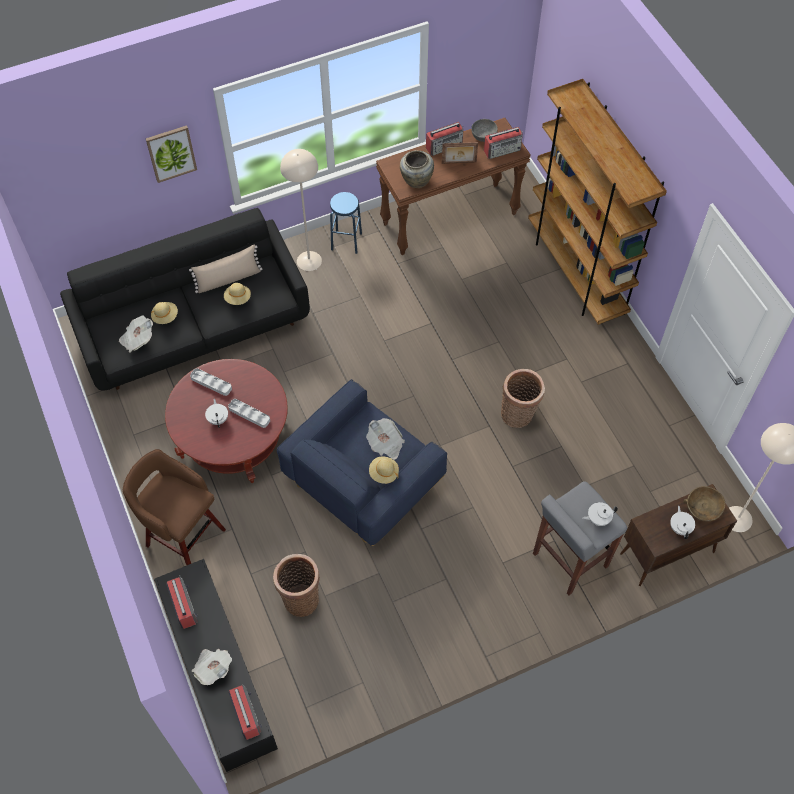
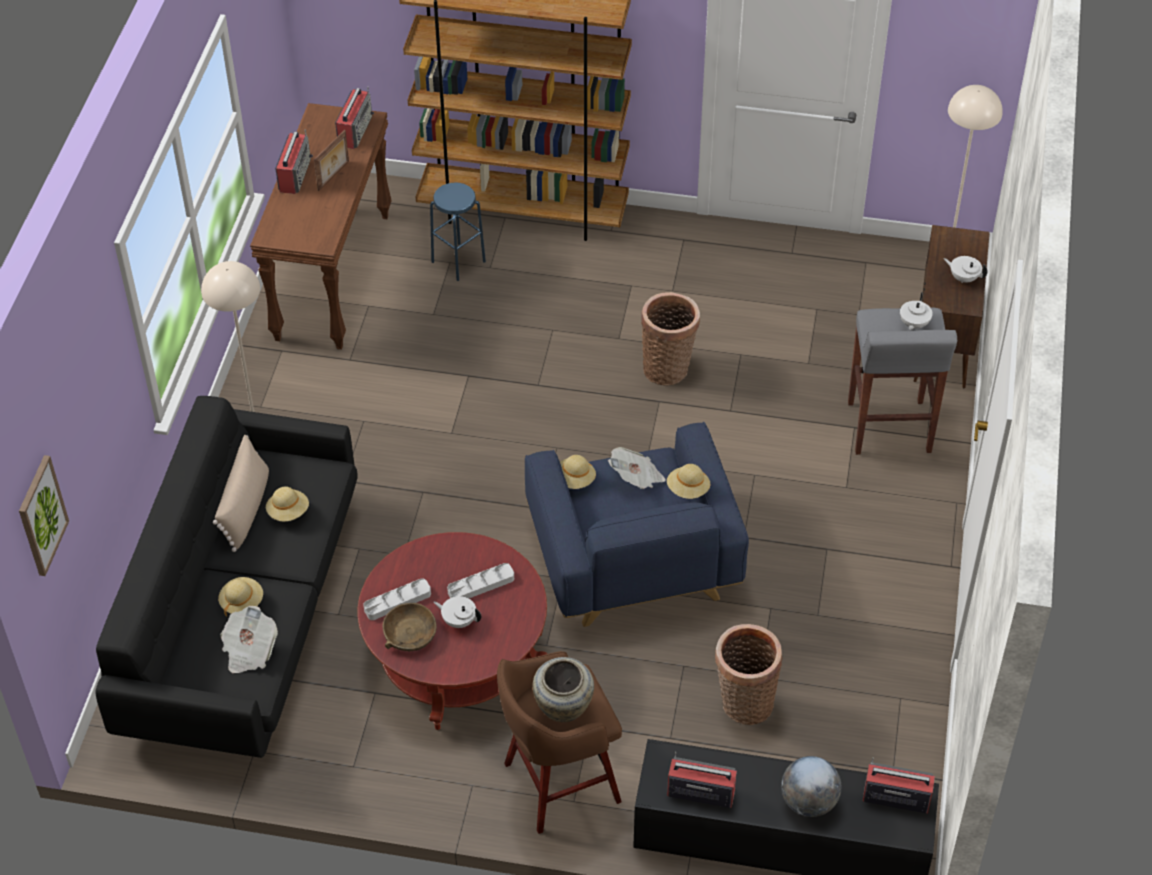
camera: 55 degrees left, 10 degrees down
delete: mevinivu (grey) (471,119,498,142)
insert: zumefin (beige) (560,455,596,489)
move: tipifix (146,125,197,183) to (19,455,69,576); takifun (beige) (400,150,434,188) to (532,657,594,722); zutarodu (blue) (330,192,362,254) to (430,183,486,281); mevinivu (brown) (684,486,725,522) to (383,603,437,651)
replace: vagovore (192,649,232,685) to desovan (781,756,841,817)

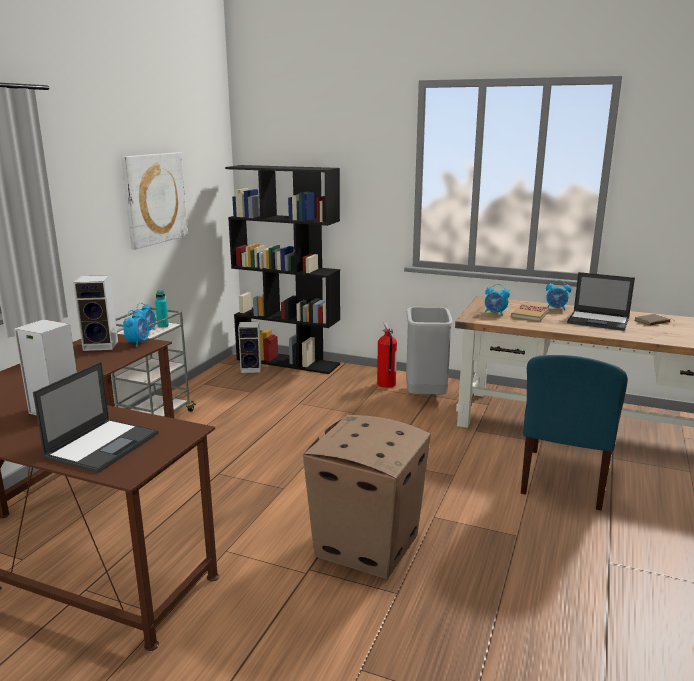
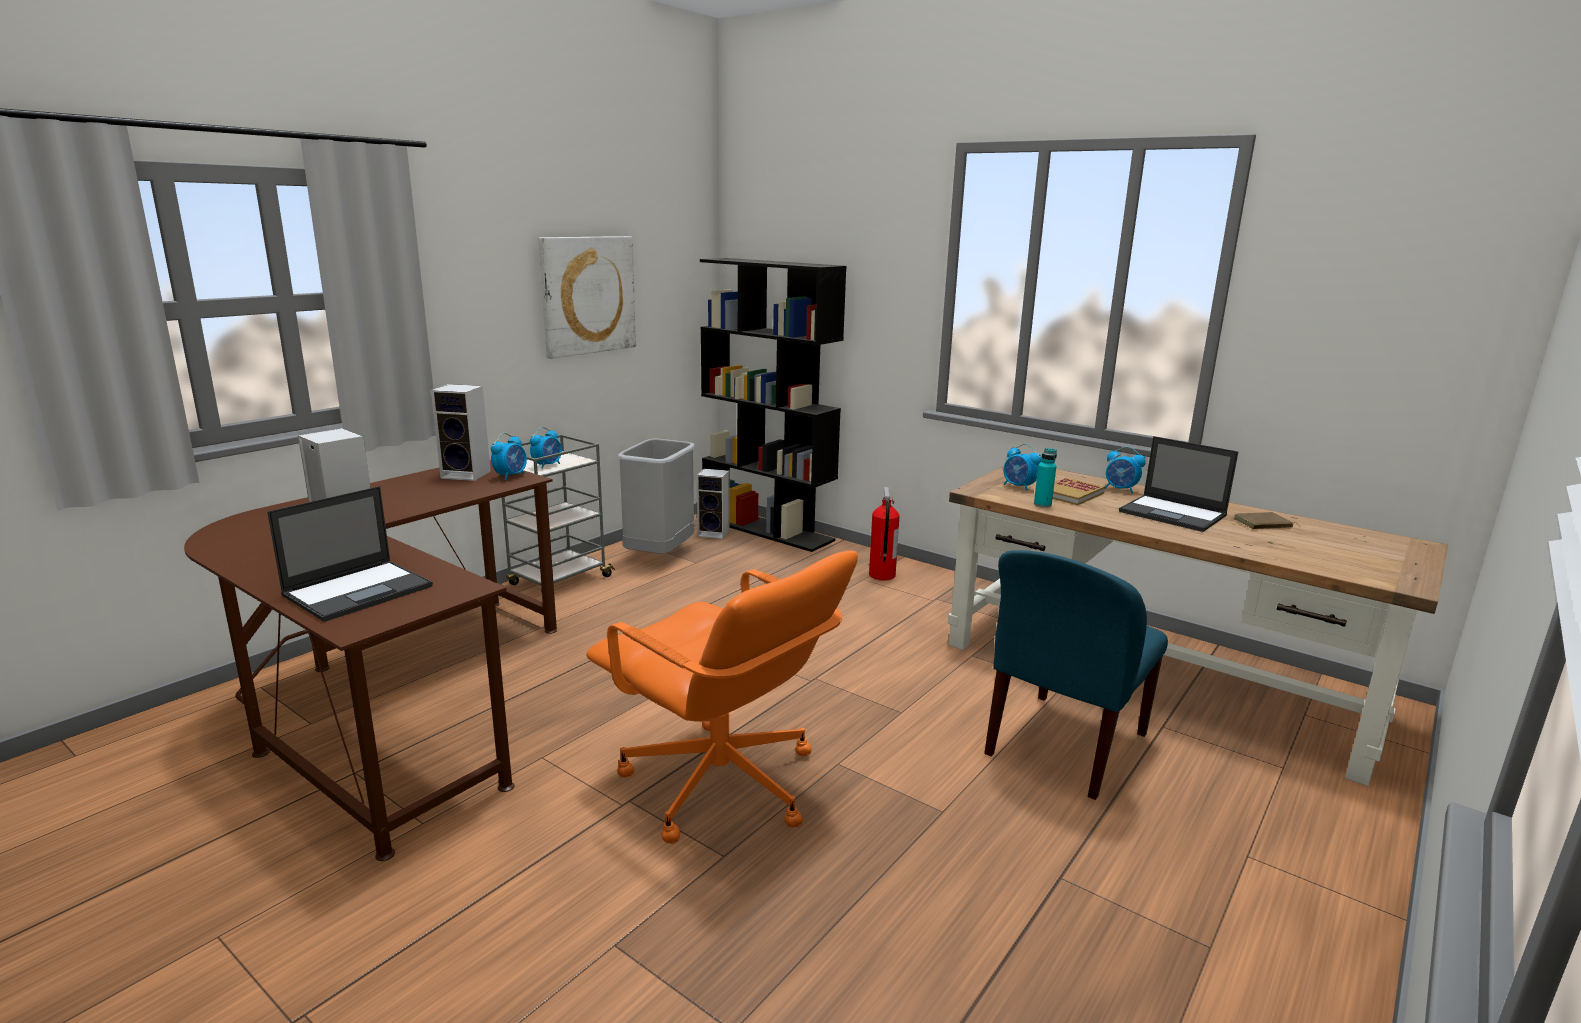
camera: 15 degrees right, 0 degrees up
move: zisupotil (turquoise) (155,290,169,328) to (1034,448,1057,508); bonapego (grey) (406,307,453,394) to (617,439,695,554)
replace: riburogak (303,415,431,579) to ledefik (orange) (586,550,858,844)

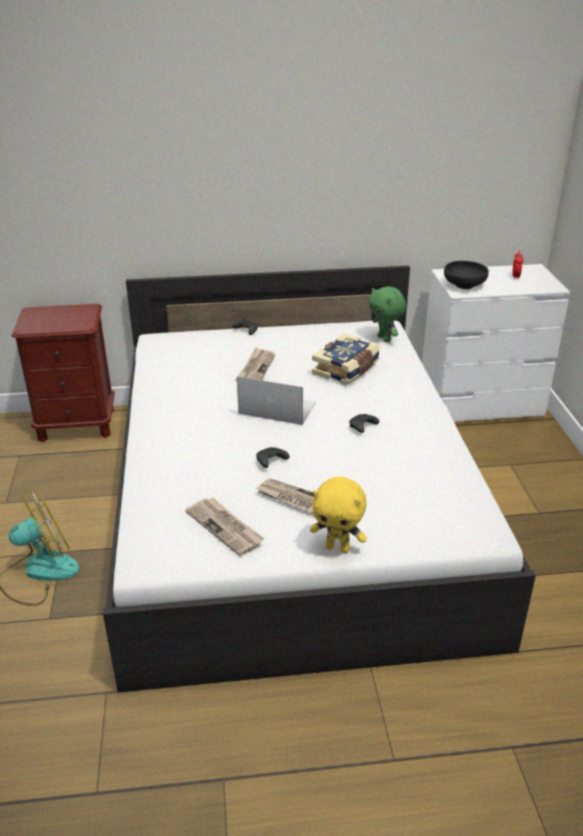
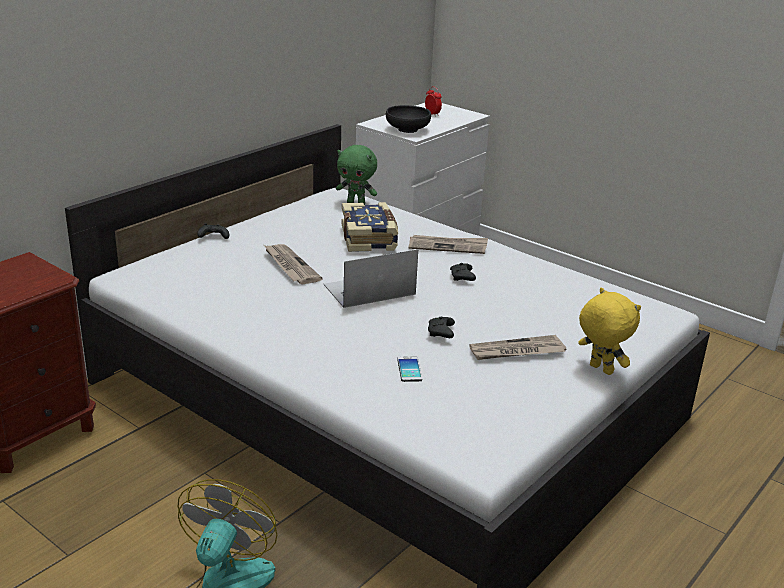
camera: 45 degrees left, 5 degrees down
insert: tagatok (397,357,422,382)
move: vagovore (185,498,265,556) to (409,235,488,254)
rotate: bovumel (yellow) (310,477,367,553) = (578,288,641,375) 105 degrees counterclockwise

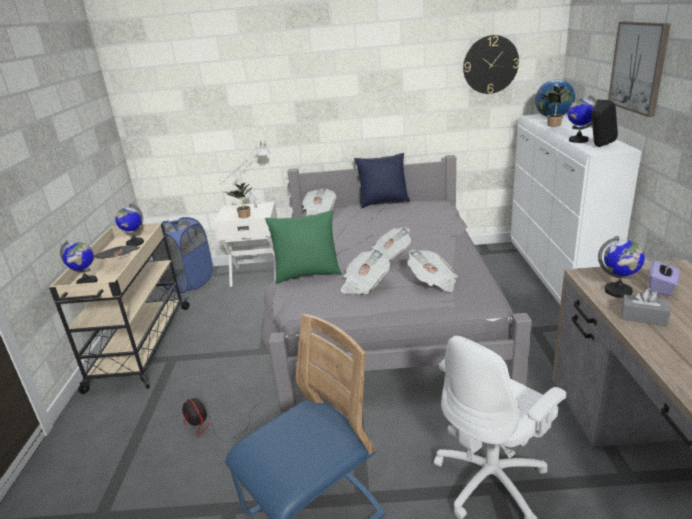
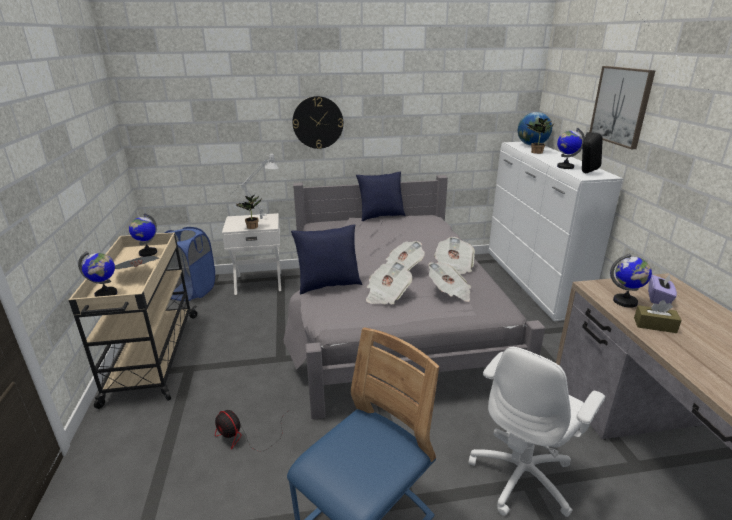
camera: 10 degrees left, 0 degrees up
move: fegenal (463,35,519,94) to (292,96,343,149); vagovore (302,188,336,216) to (434,237,475,274)
recolor: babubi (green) (265,210,342,284) to babubi (blue) (291,224,362,294); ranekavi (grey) (621,288,671,326) to ranekavi (brown) (634,300,682,333)

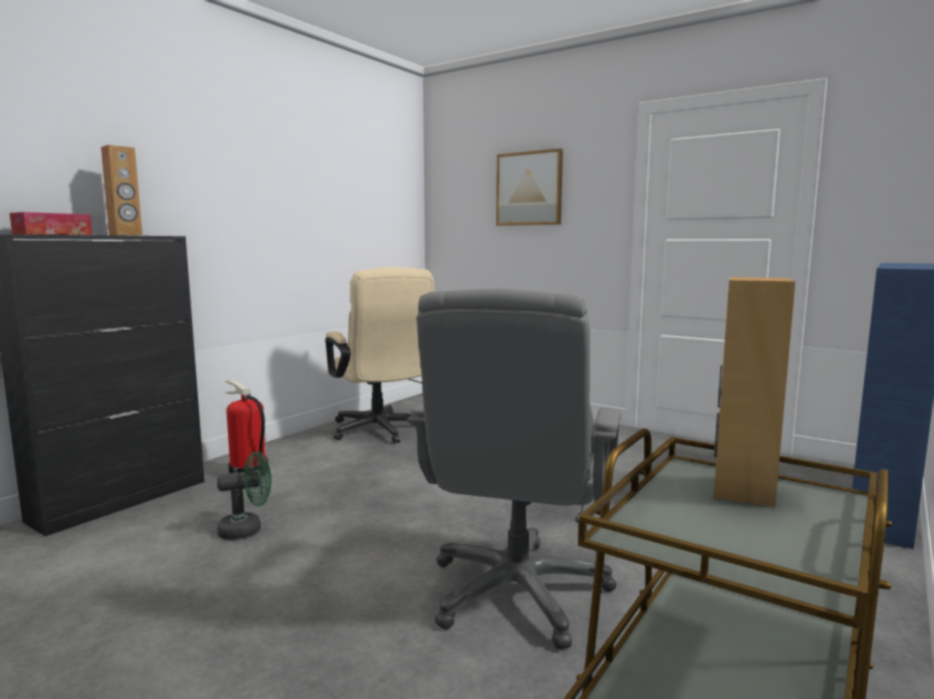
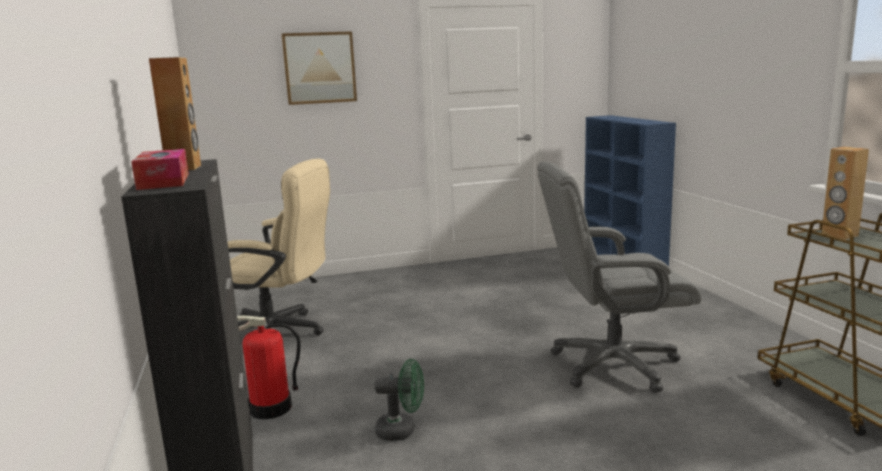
camera: 50 degrees left, 5 degrees up
rotate: ledefik (grey) (407,289,621,650) = (537,161,702,393) 120 degrees clockwise; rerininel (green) (217,451,271,540) = (374,359,424,441) 75 degrees clockwise

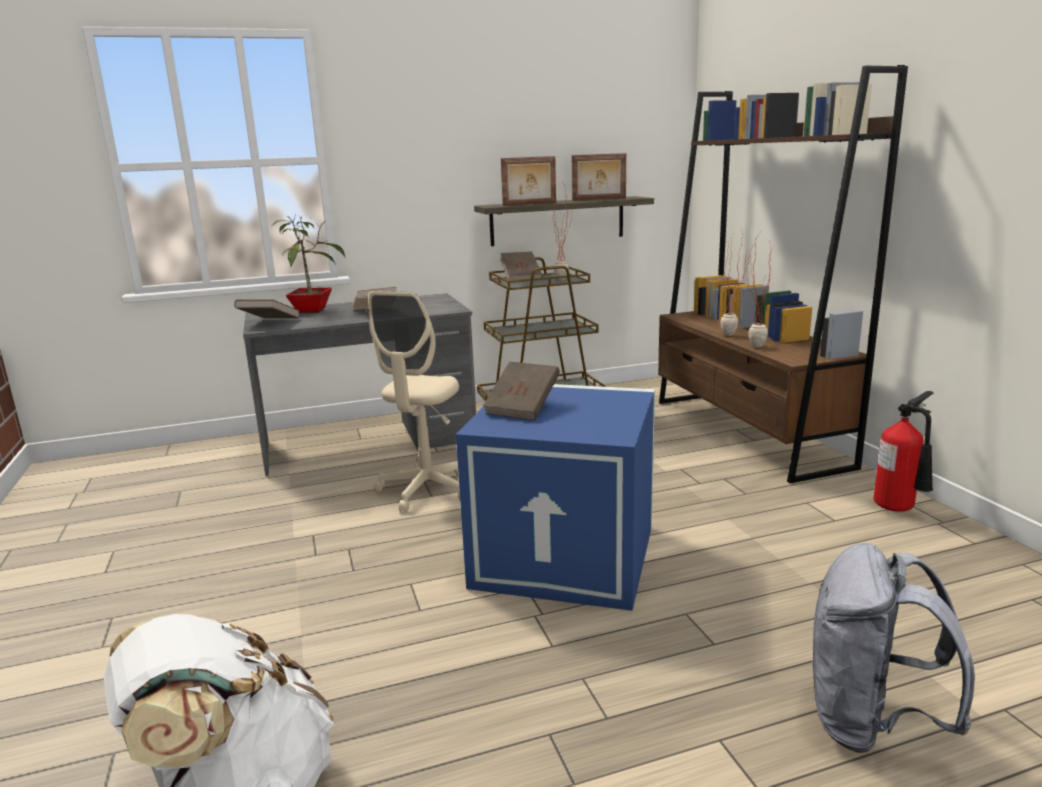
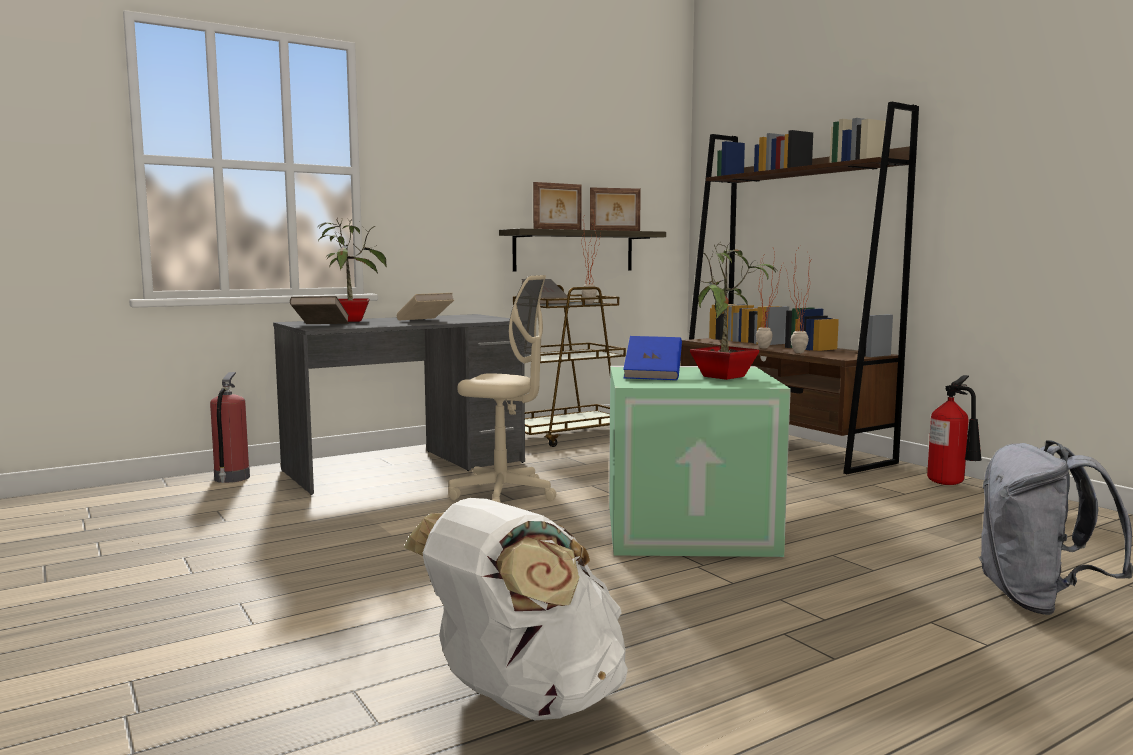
camera: 15 degrees left, 10 degrees down
insert: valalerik (690,243,776,380); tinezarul (210,372,250,483)
recolor: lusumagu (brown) (483,362,560,420) to lusumagu (blue) (623,336,682,380); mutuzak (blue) (456,384,655,611) to mutuzak (green) (609,366,791,557)
rotate: ledefik (beige) (368,291,460,512) = (449,275,556,503) 75 degrees counterclockwise

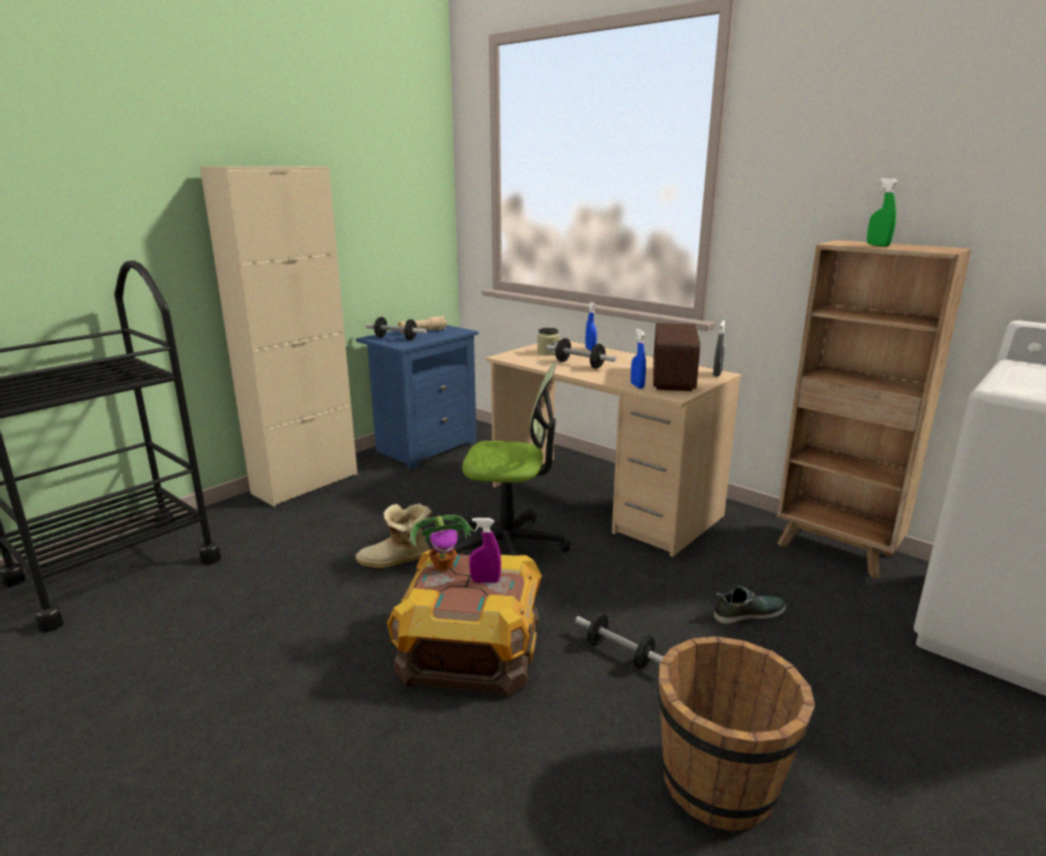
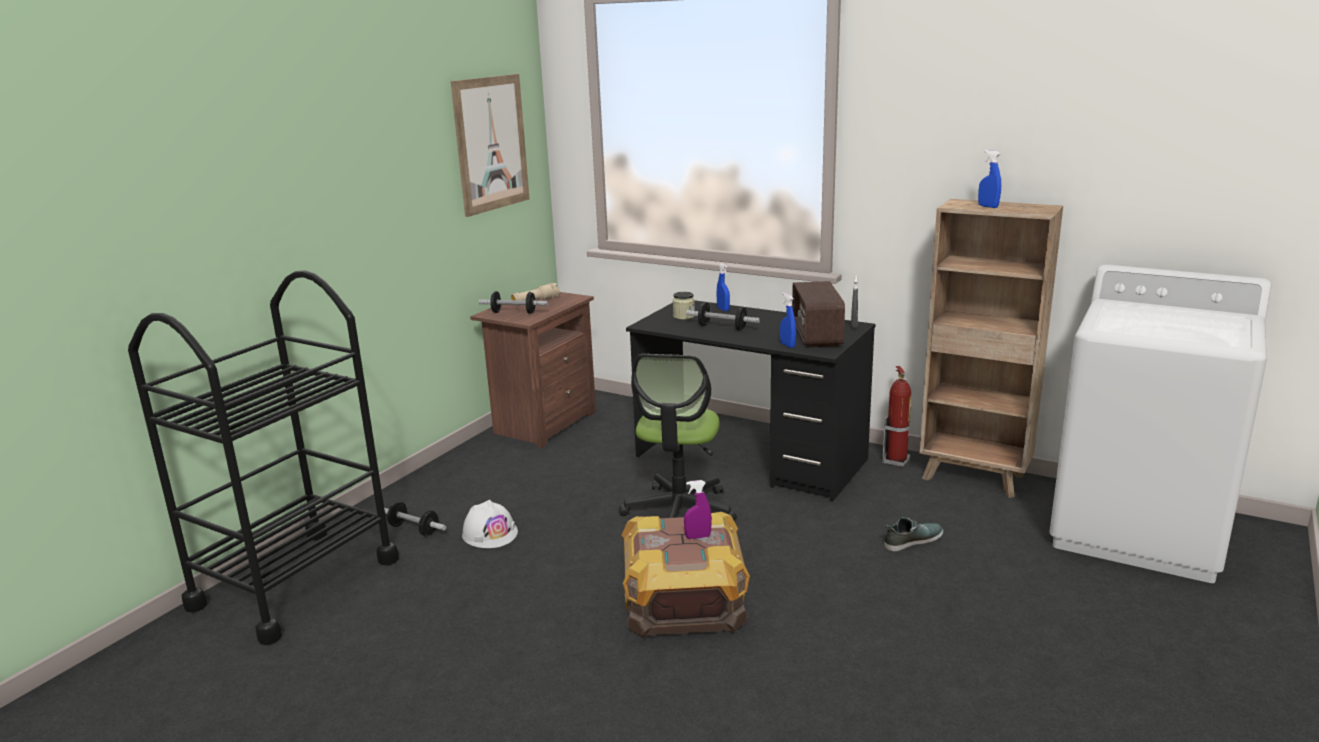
camera: 10 degrees left, 0 degrees up
delete: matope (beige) (200,166,358,507); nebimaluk (355,503,432,569); valalerik (410,515,474,570); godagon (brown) (658,636,815,831)
insert: tipifix (451,74,530,217); tinezarul (882,366,911,467); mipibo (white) (462,500,518,548)
move: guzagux (575,614,663,668) to (384,502,446,536)
recolor: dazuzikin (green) (867,178,898,247) to dazuzikin (blue) (978,150,1001,208); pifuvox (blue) (356,325,479,469) to pifuvox (brown) (470,292,596,448); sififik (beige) (486,339,742,557) to sififik (black) (626,301,876,501)
rotate: ledefik (454,362,571,556) = (619,354,737,520) 105 degrees clockwise

